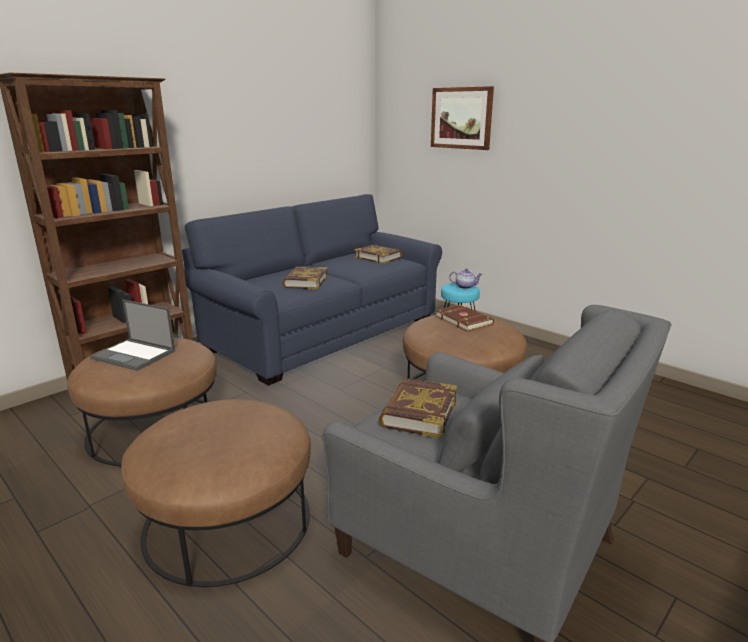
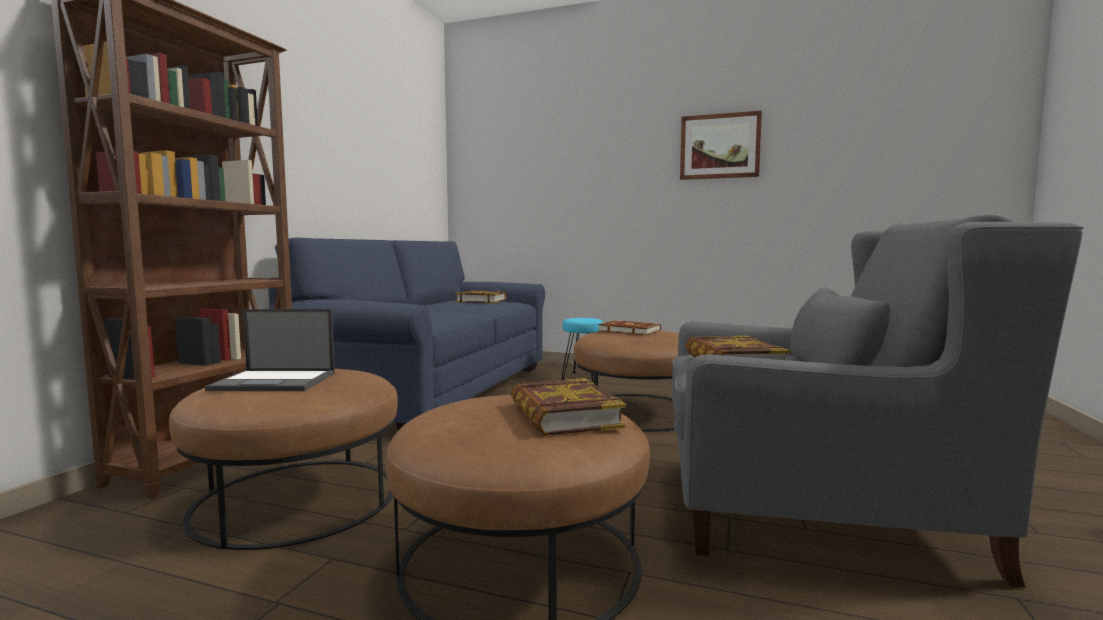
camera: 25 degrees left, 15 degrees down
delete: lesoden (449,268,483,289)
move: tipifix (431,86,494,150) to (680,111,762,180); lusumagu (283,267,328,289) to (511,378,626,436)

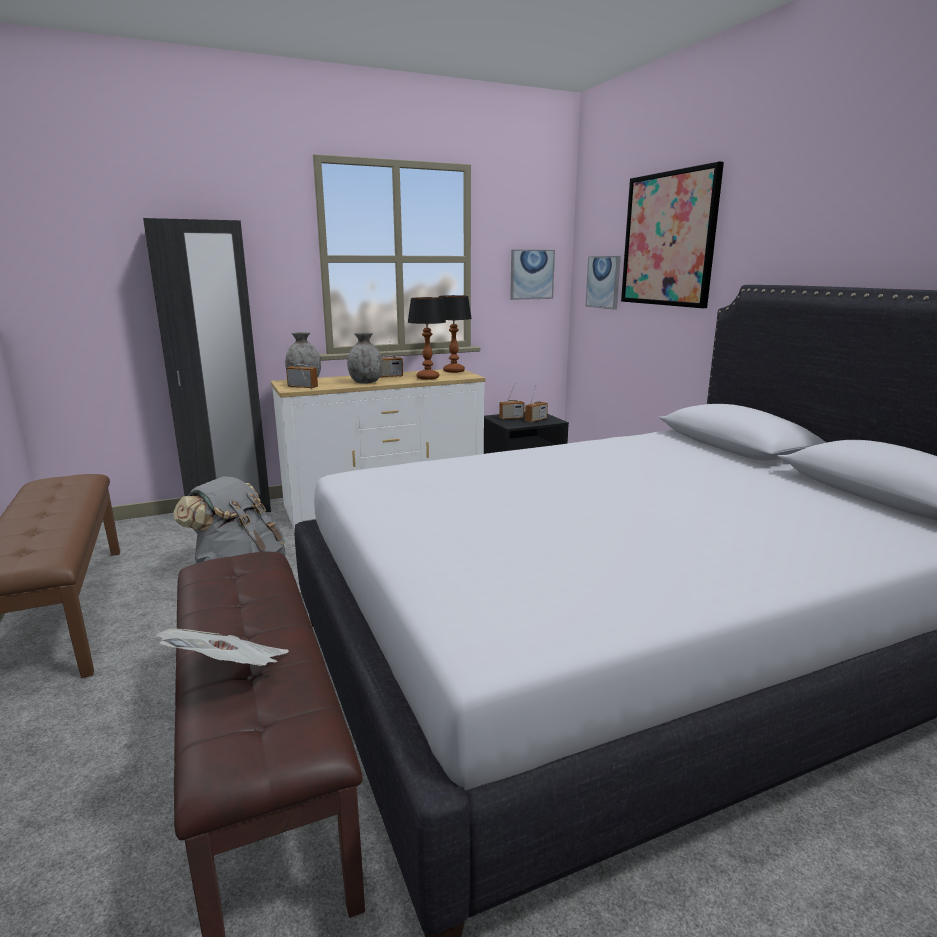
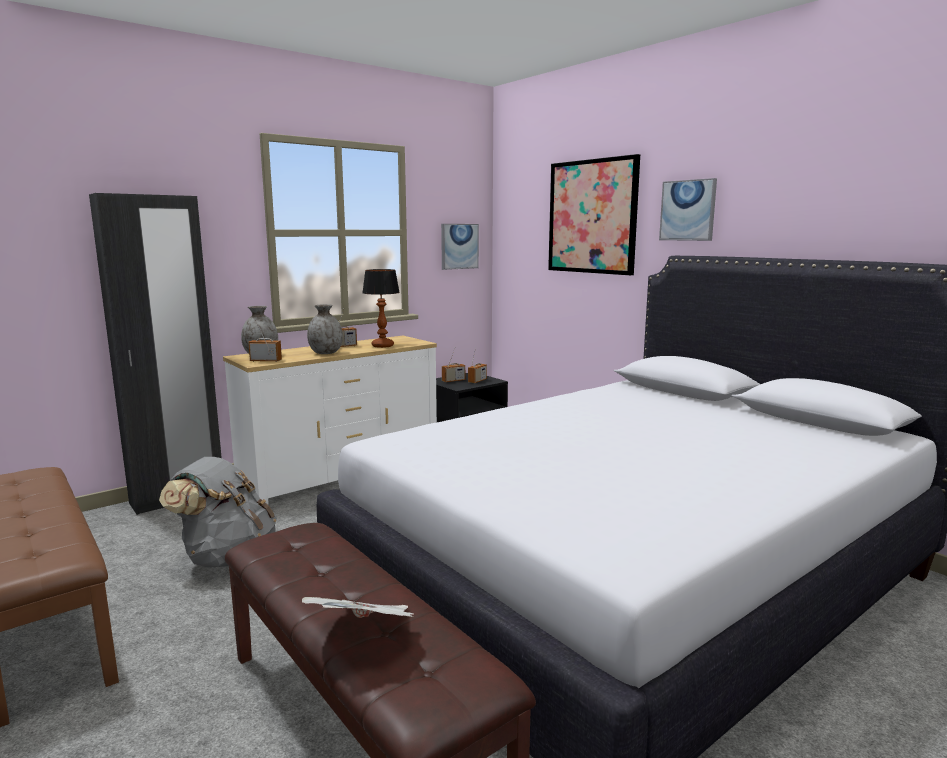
camera: 15 degrees left, 5 degrees down
delete: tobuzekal (439,295,472,373)
move: tipifix (585,256,621,310) to (659,178,717,241)

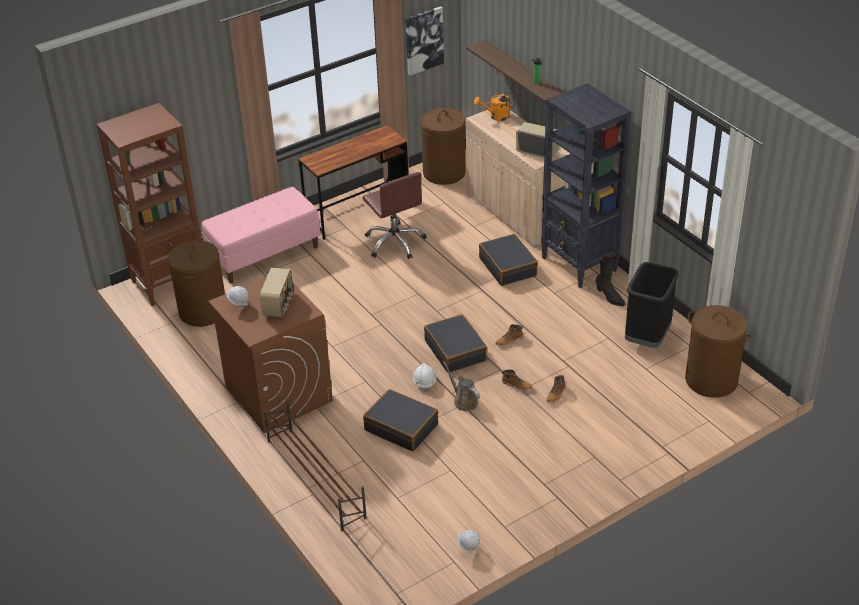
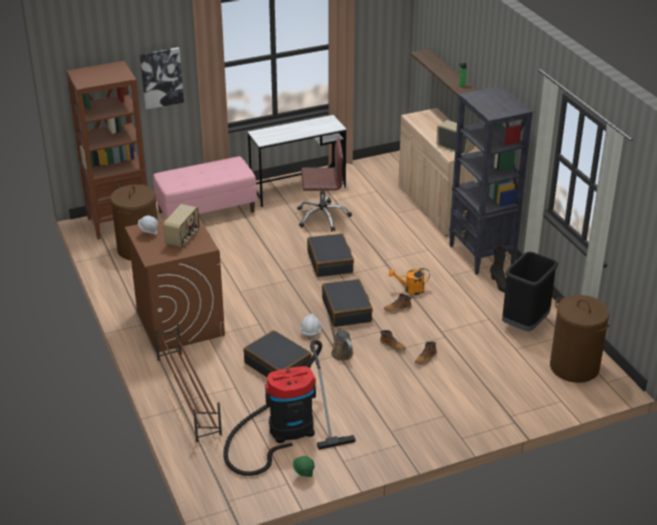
camera: 10 degrees right, 5 degrees down
delete: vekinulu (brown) (421,108,465,185)
insert: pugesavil (223,340,355,476)
move: tipifix (406,6,444,76) to (140,47,184,109); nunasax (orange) (474,92,515,121) to (389,268,430,295); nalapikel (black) (479,234,538,286) to (307,233,354,277)
recolor: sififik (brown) (299,125,408,240) to sififik (white) (248,115,347,207); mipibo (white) (457,530,480,552) to mipibo (green) (293,456,315,477)
rotate: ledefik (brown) (362,172,427,259) = (297,138,352,231) 75 degrees counterclockwise

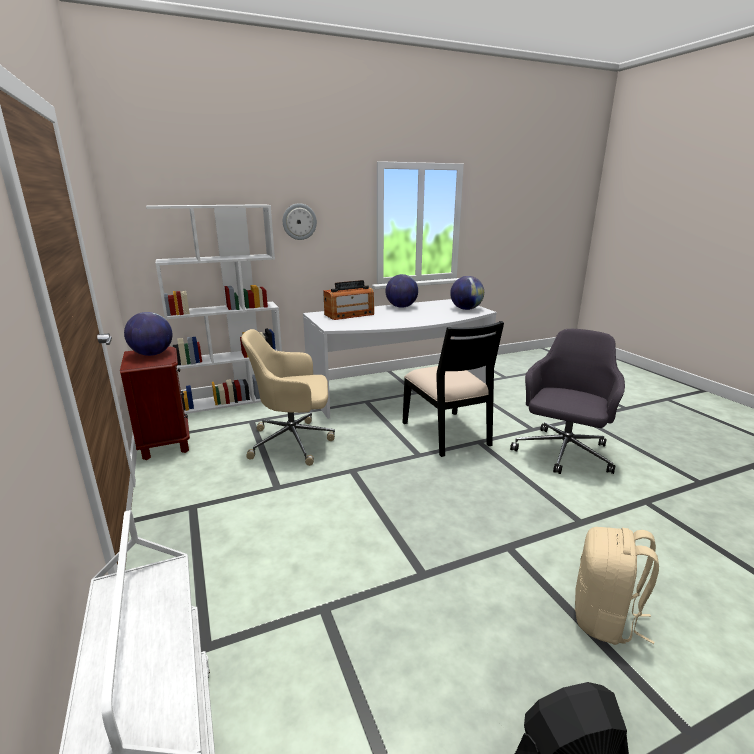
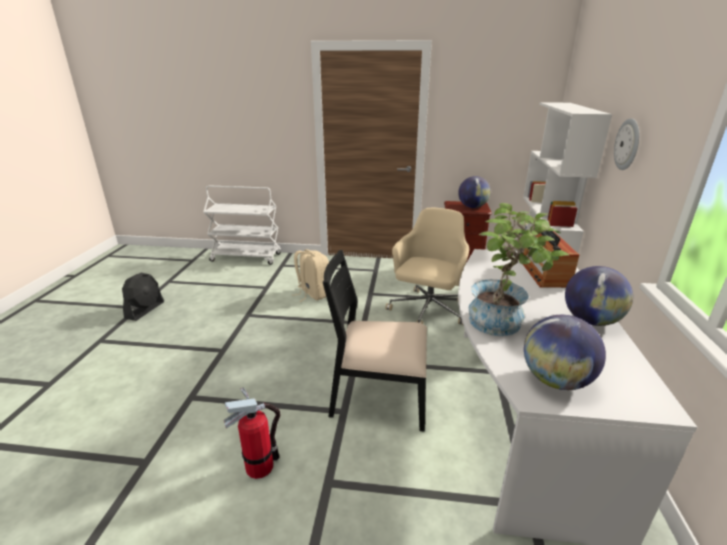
camera: 120 degrees right, 5 degrees up
insert: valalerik (469,203,569,336)
move: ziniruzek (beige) (575,527,659,645) to (292,249,329,302)
replace: ledefik (grey) (510,329,625,474) to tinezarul (224,388,281,479)

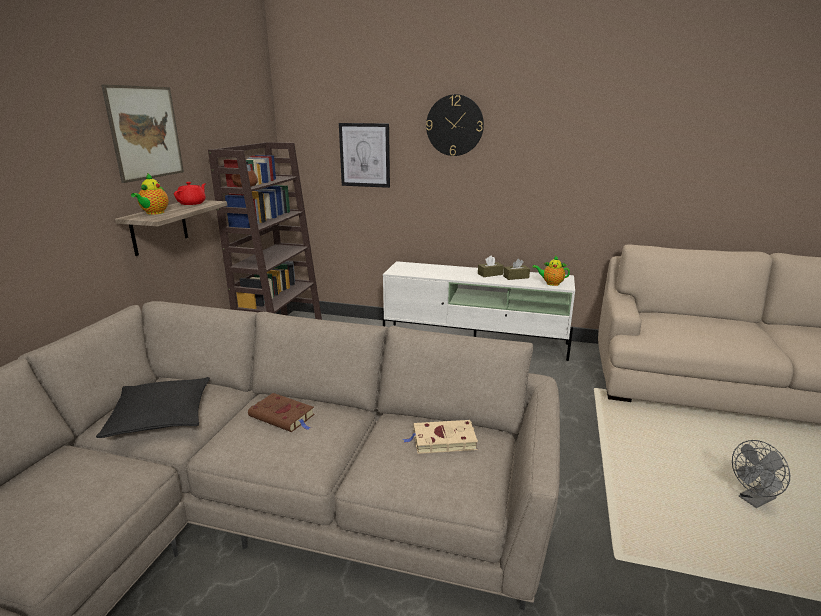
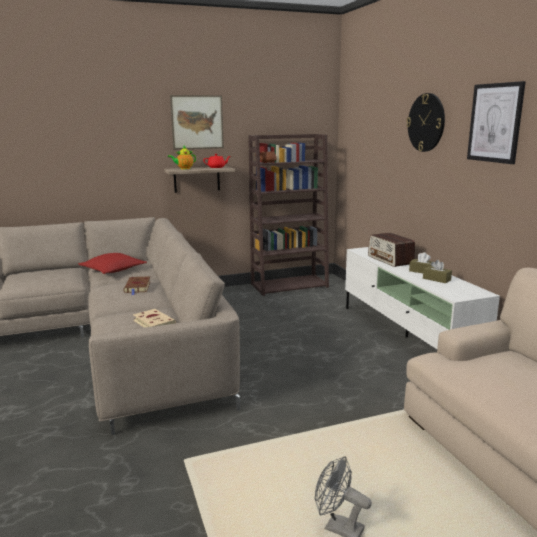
camera: 55 degrees right, 5 degrees down
delete: lesoden (532,255,570,286)
insert: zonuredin (368,233,415,267)
move: tipifix (339,123,390,188) to (467,81,526,164)
recolor: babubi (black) (96,377,210,438) to babubi (red) (78,253,147,274)

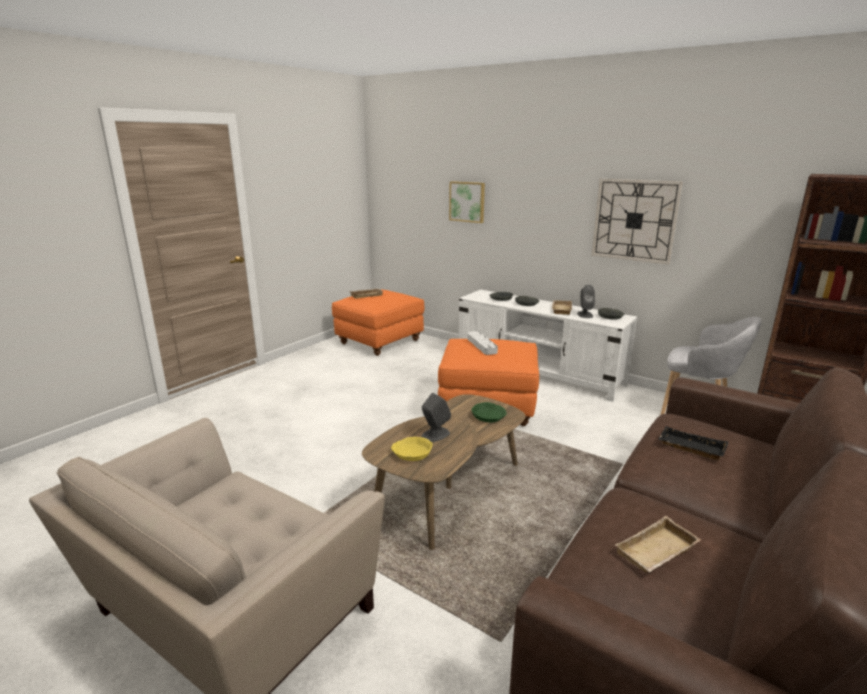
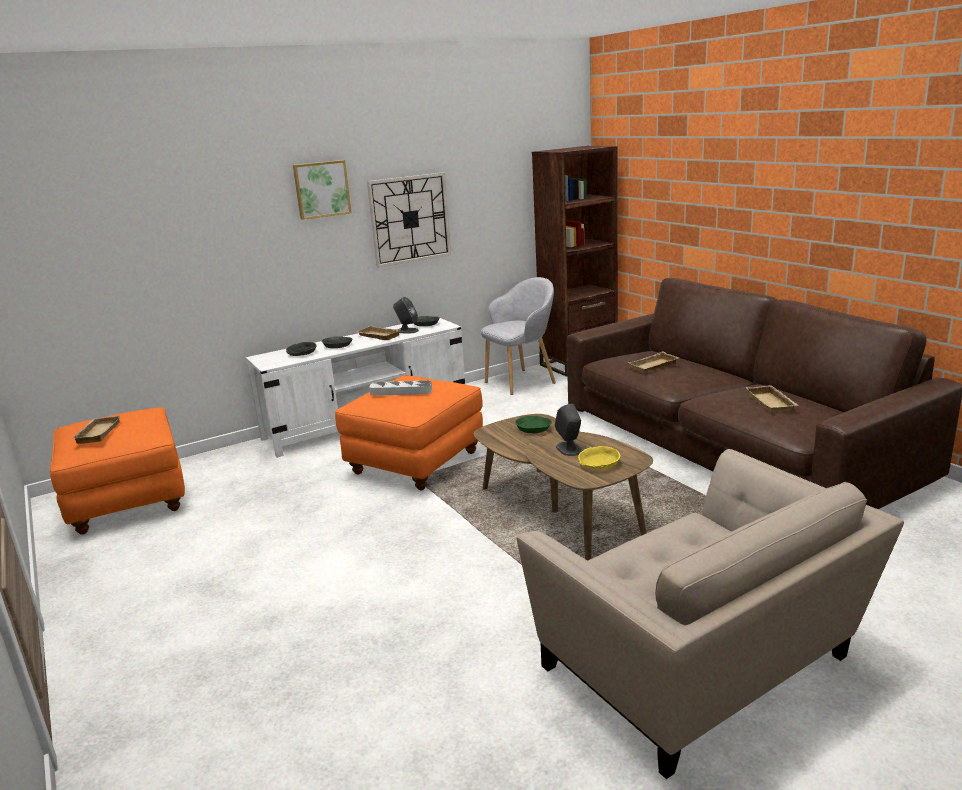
camera: 65 degrees left, 0 degrees up
move: tipifix (449,181,485,223) to (293,160,352,220)
recolor: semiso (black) (658,426,728,460) to semiso (beige) (627,351,679,372)

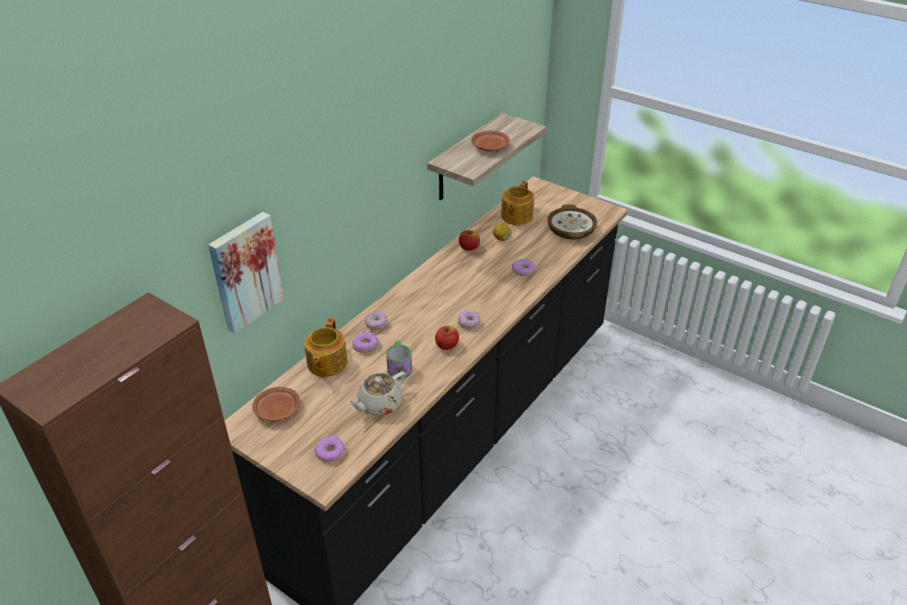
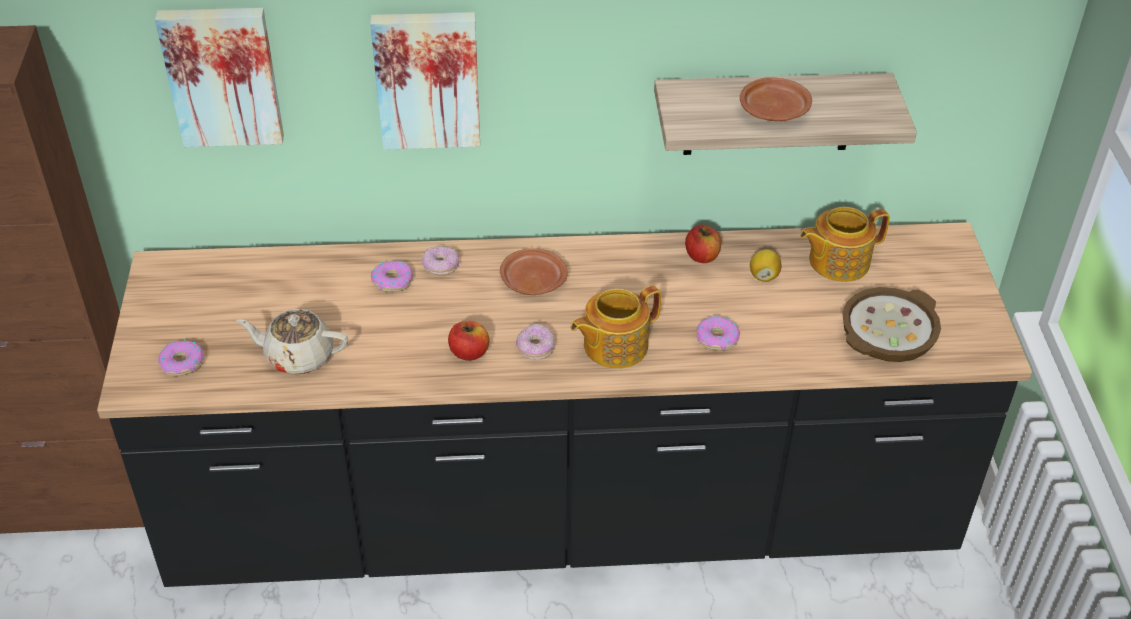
camera: 50 degrees right, 5 degrees up
delete: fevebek (386,341,412,379)
insert: tipifix (370,12,480,150)
move: lesoden (304,318,348,377) to (571,285,661,369); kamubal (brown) (252,387,300,421) to (500,248,568,295)

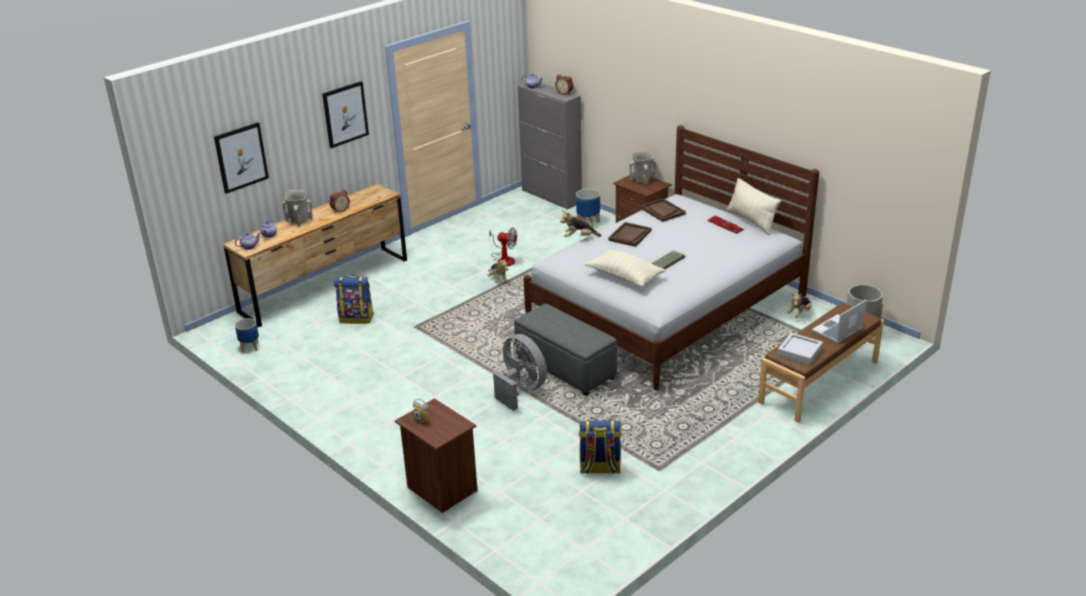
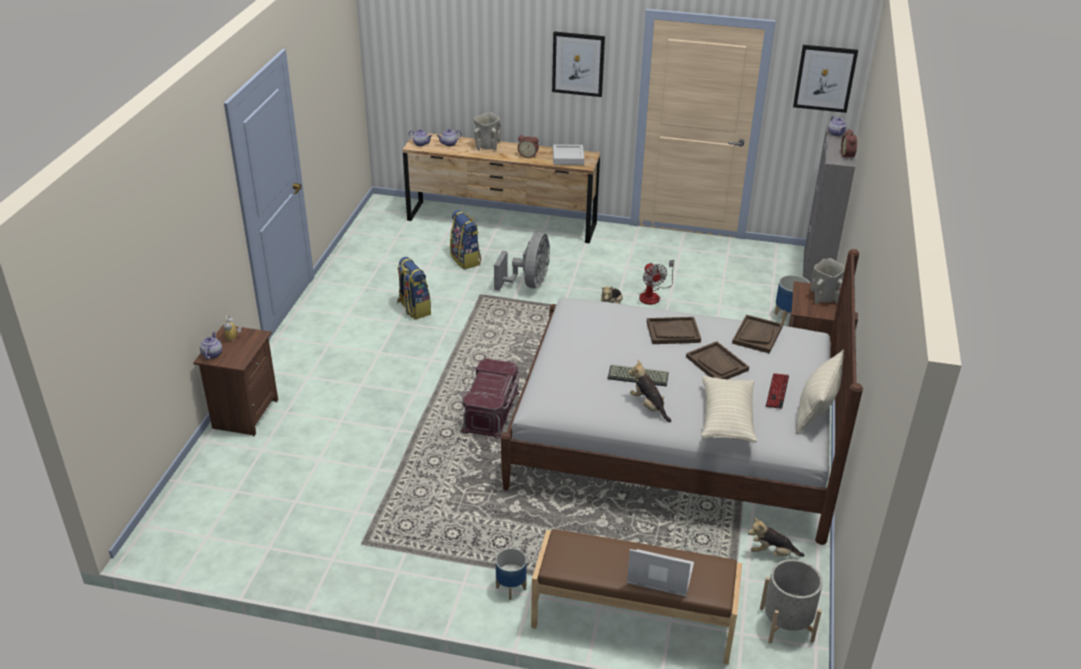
camera: 55 degrees right, 5 degrees up
insert: lesoden (200,332,222,359); semiso (brown) (686,341,749,379)
move: tipifix (214,122,269,194) to (793,45,858,113); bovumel (560,211,601,237) to (628,360,671,422); babubi (beige) (585,249,666,287) to (701,376,757,442); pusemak (235,318,259,353) to (496,548,527,600); semiso (grey) (777,333,823,365) to (553,145,584,165); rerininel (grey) (493,334,547,411) to (494,232,550,291); ziniruzek (579,420,621,475) to (397,257,431,319)
replace: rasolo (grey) (514,304,617,395) to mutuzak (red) (461,358,521,440)

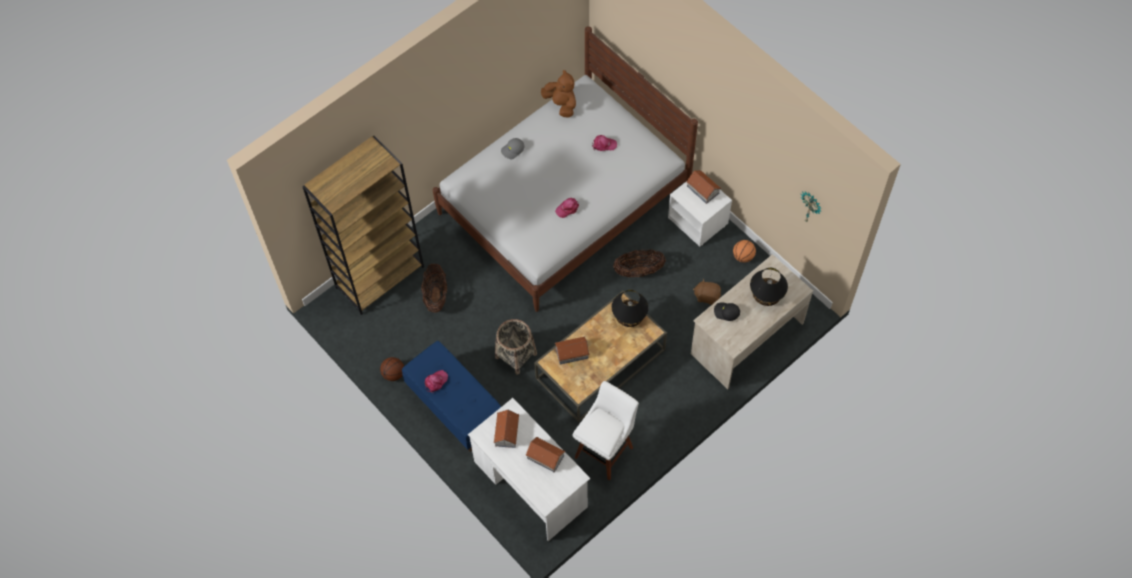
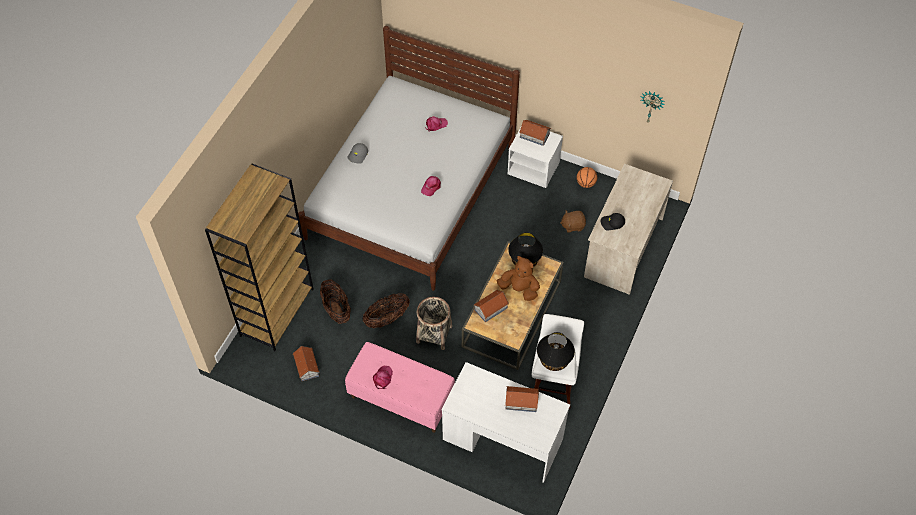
camera: 25 degrees left, 5 degrees down
delete: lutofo (380,357,404,381)
move: bovumel (brown) (541,70,576,117) to (497,256,540,301); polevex (613,249,666,277) to (363,293,409,328); tobuzekal (black) (750,268,788,306) to (537,332,575,371); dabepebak (494,409,520,448) to (293,346,320,381)
recolor: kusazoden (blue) (402,341,501,452) to kusazoden (pink) (345,342,455,433)

